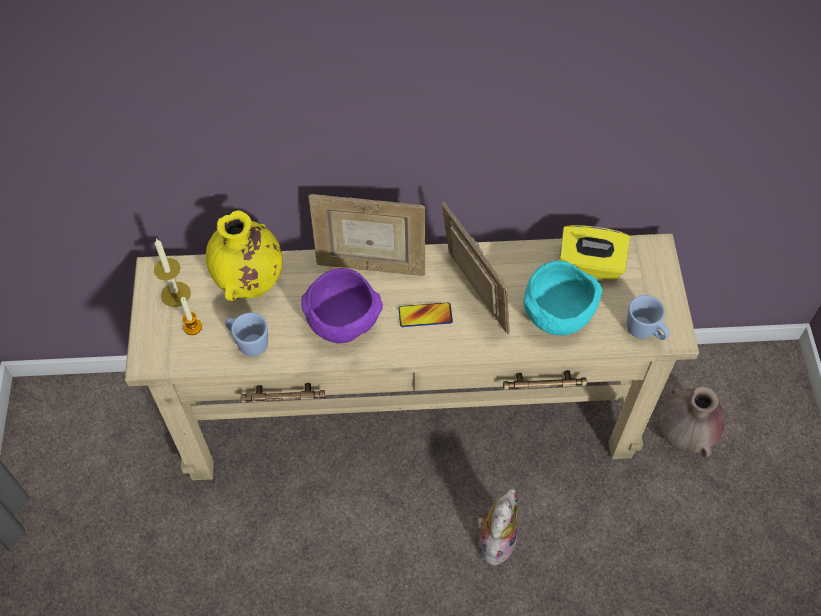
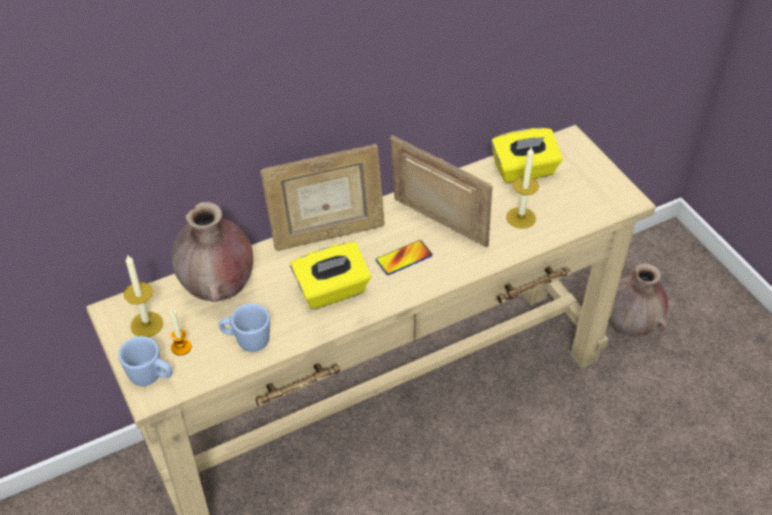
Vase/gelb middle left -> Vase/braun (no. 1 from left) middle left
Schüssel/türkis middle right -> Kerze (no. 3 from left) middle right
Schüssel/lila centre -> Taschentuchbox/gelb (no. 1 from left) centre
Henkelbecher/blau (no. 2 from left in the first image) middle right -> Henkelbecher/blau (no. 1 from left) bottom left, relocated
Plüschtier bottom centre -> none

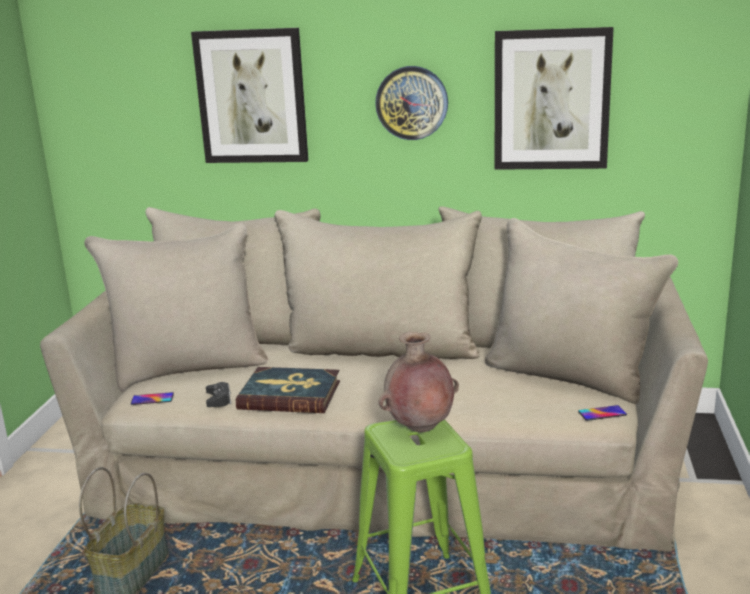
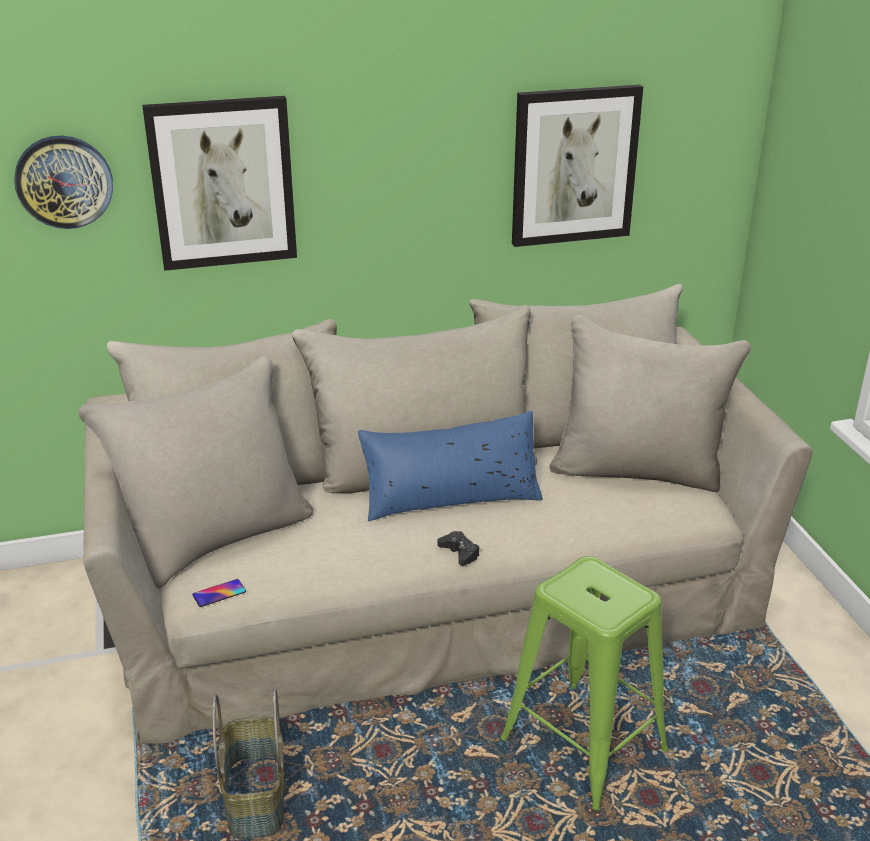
Wanduhr top centre -> Wanduhr top left, relocated
Vase/braun centre -> none
Buch centre -> none
Gamepad/schwarz middle left -> Gamepad/schwarz centre, relocated
Handy (no. 2 from left) bottom right -> none
none -> Kissen/blau centre

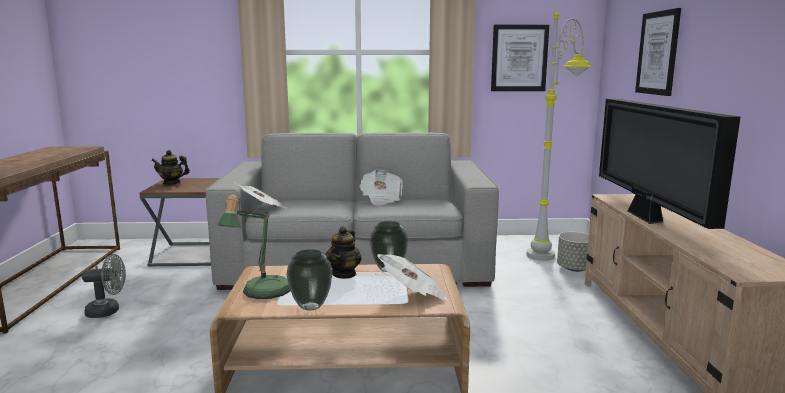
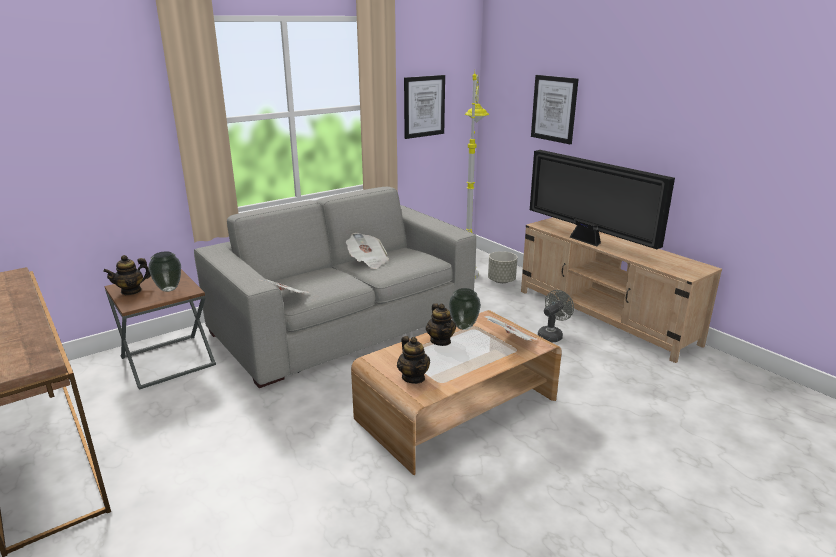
Tischlampe middle left -> Teekanne (no. 2 from left) centre
Vase (no. 1 from left) bottom centre -> Vase (no. 1 from left) middle left, relocated
Ventilator/grau bottom left -> Ventilator/grau centre, relocated

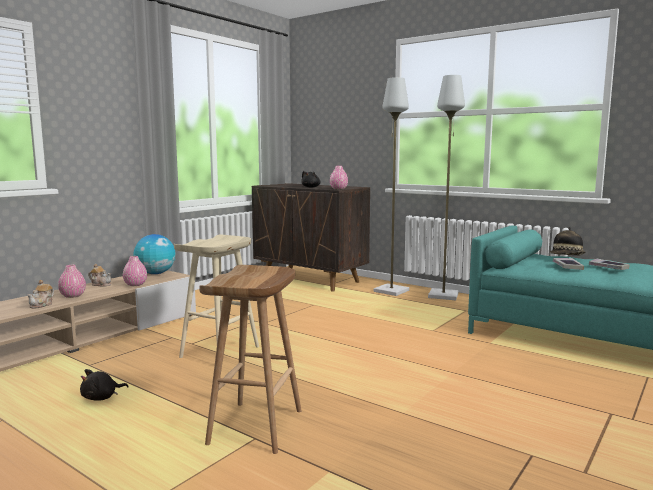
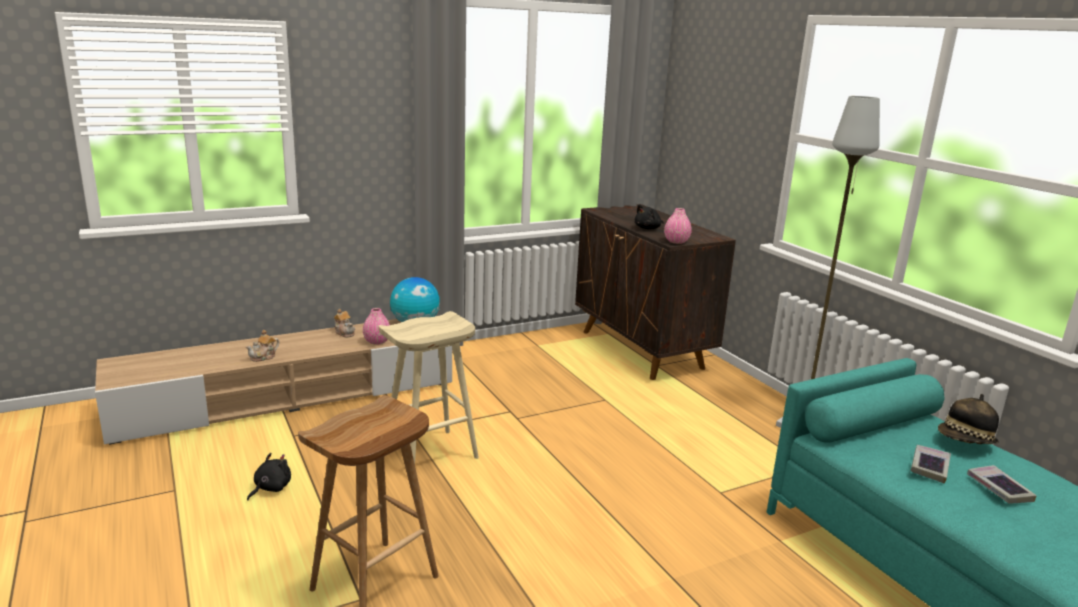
Stehlampe/grau (no. 1 from left) centre -> none
Vase/rosa (no. 1 from left) middle left -> none
Plüschtier/schwarz (no. 1 from left) bottom left, 135 degrees clockwise

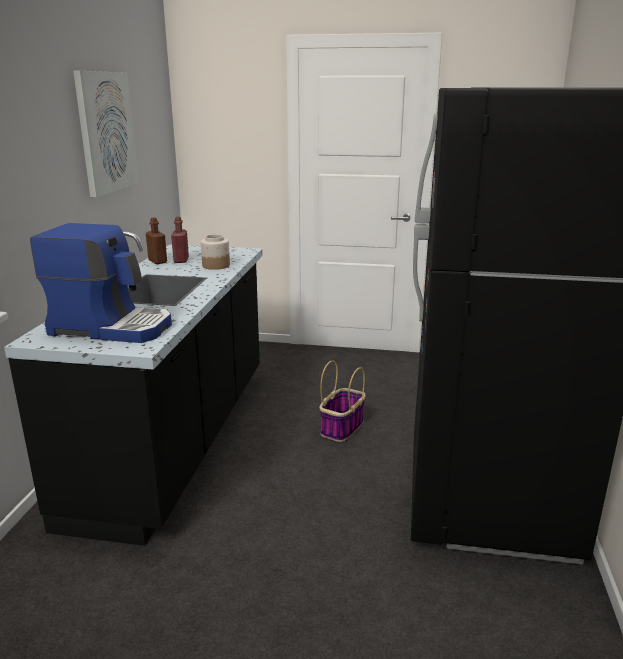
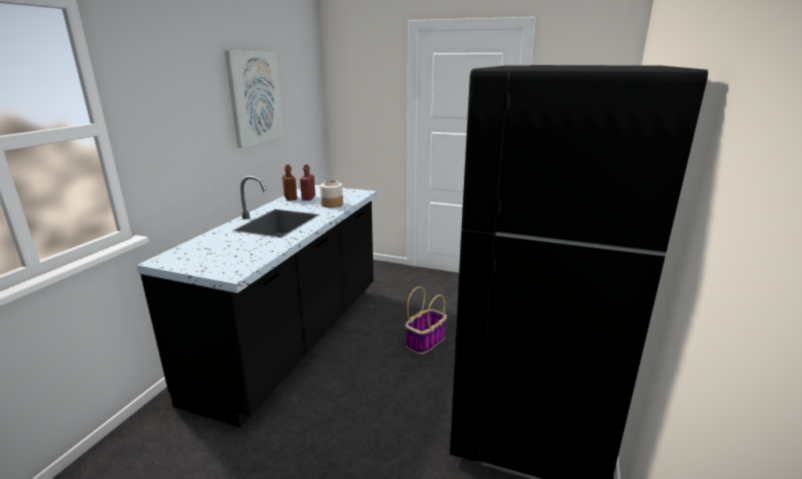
Kaffeemaschine middle left -> none

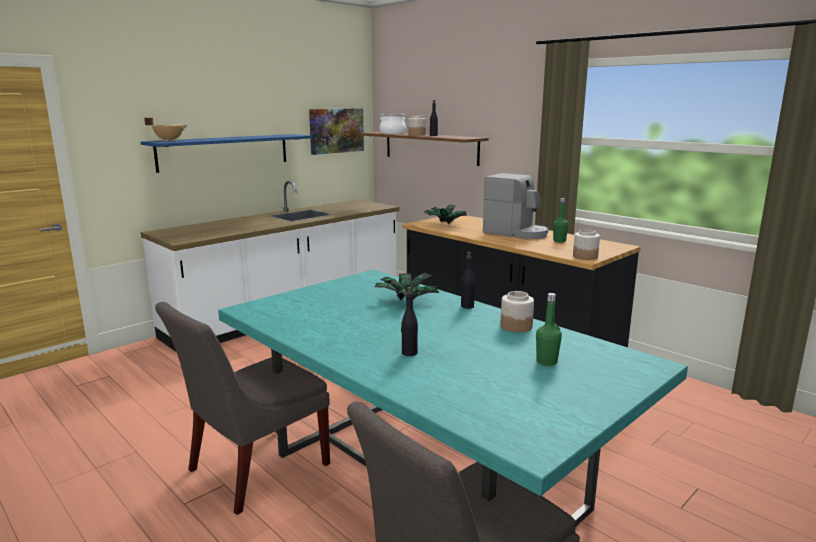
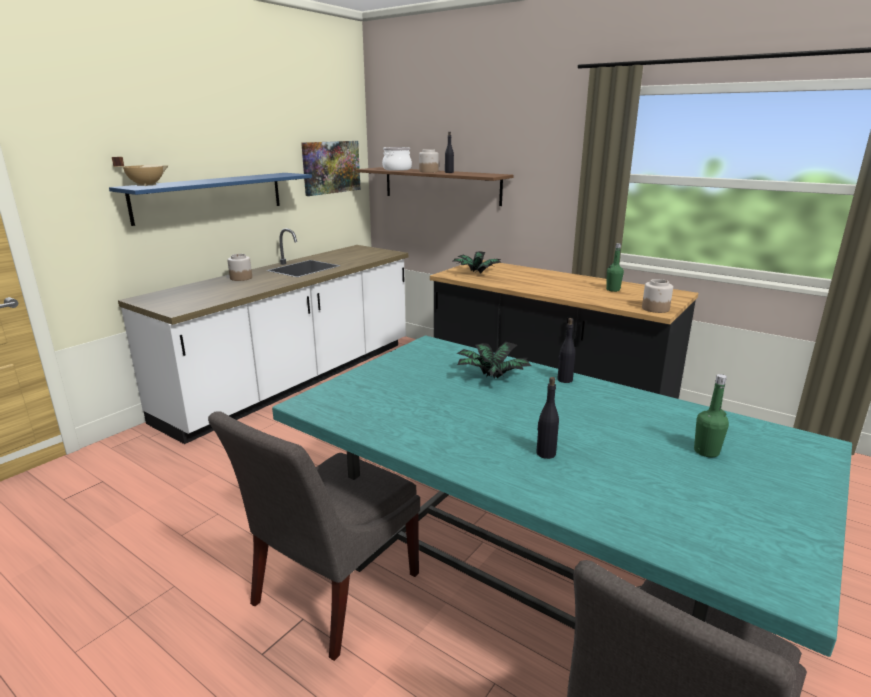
Kaffeemaschine centre -> none
Vorratsglas (no. 2 from left in the first image) centre -> Vorratsglas (no. 1 from left) middle left, relocated

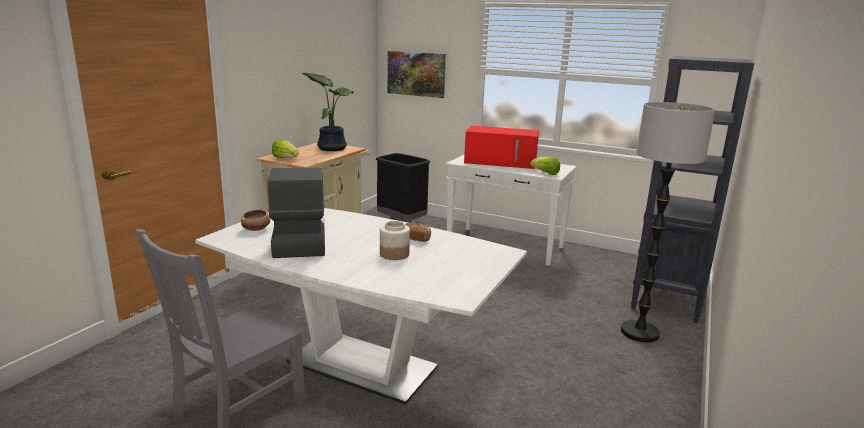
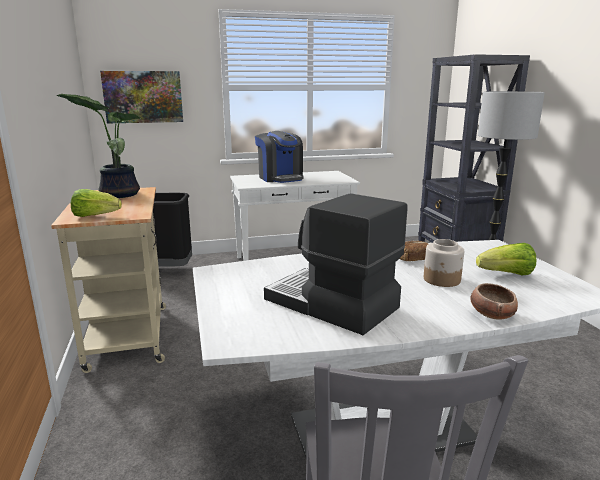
Mikrowelle/rot centre -> Kaffeemaschine (no. 1 from left) top centre
Salatkopf (no. 2 from left) centre -> Salatkopf (no. 2 from left) middle right, relocated
Schüssel middle left -> Schüssel middle right, relocated

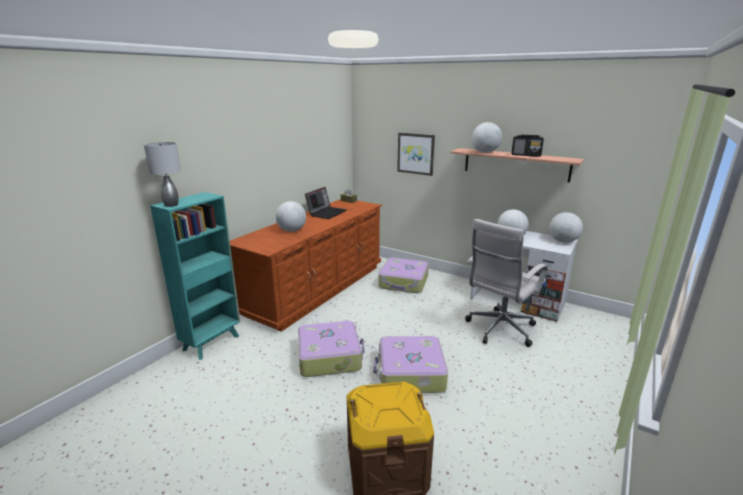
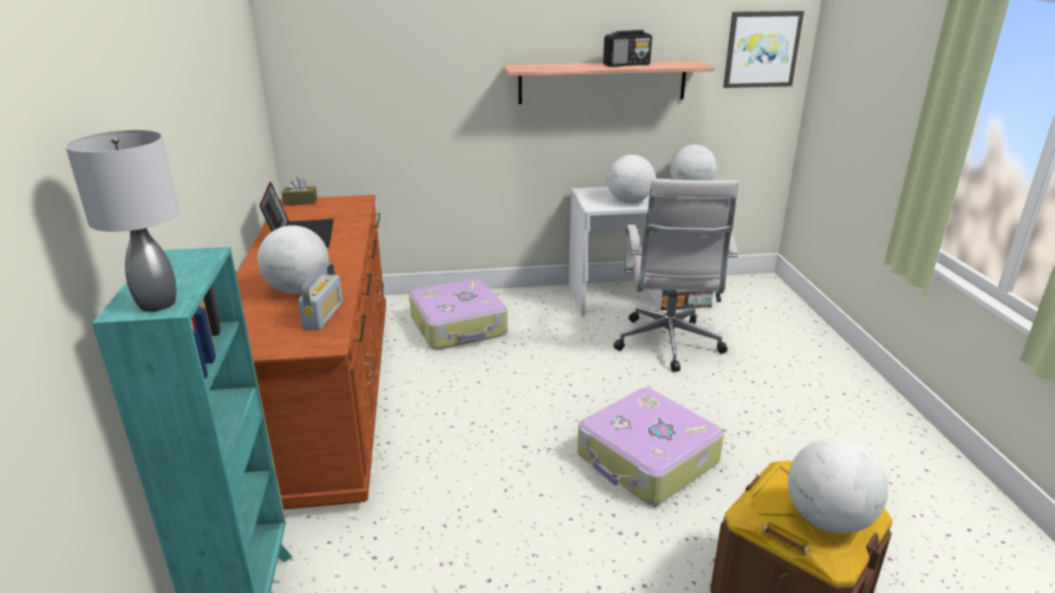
Globus (no. 2 from left in the first image) top centre -> Globus (no. 4 from left) bottom right, relocated
Bild top centre -> Bild top right, relocated
Koffer (no. 1 from left) bottom centre -> none
none -> Radio (no. 1 from left) middle left

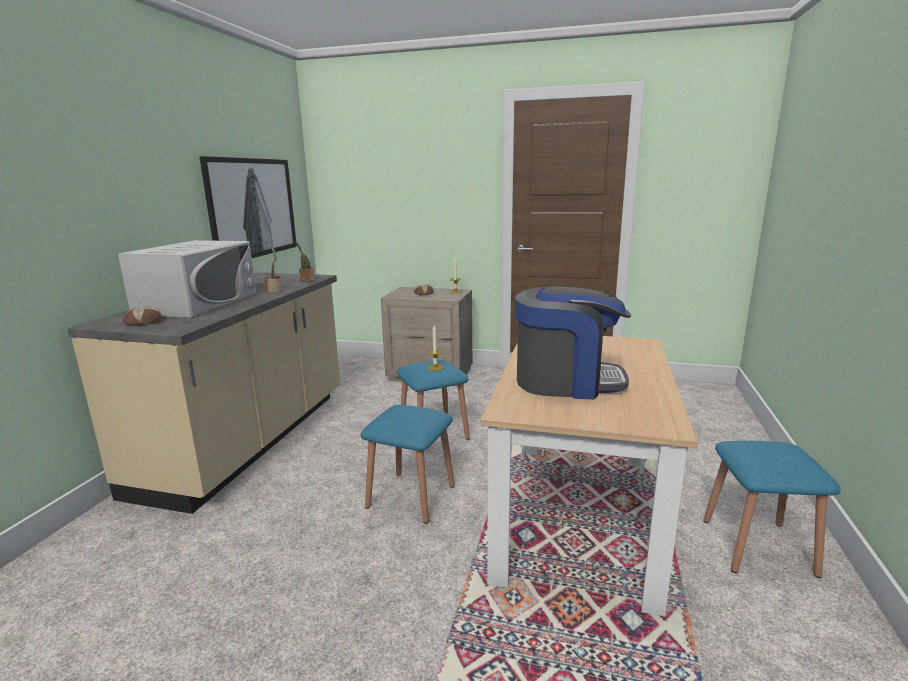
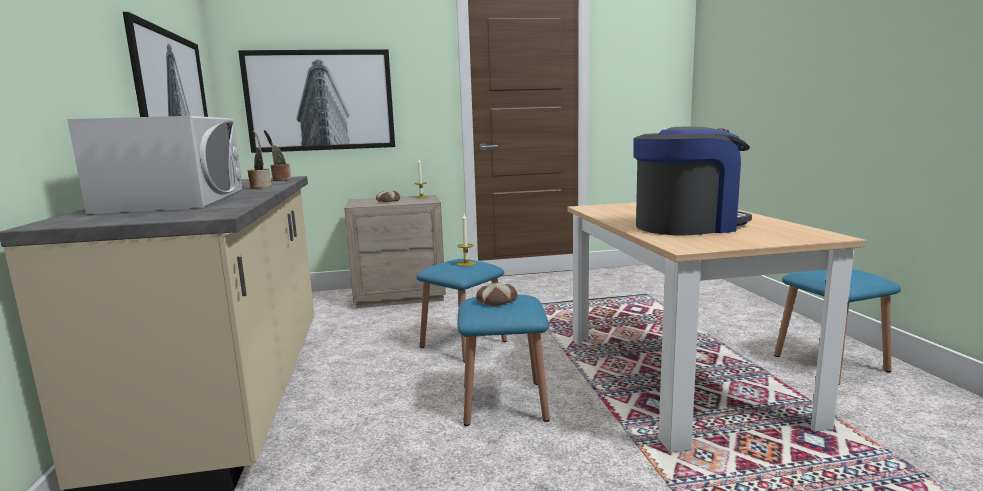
Brot (no. 1 from left in the first image) middle left -> Brot (no. 2 from left) centre, relocated
none -> Bild (no. 2 from left) top left

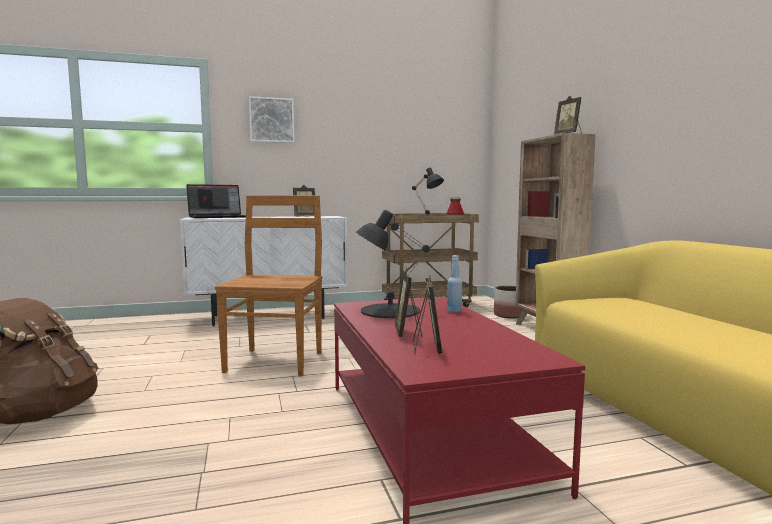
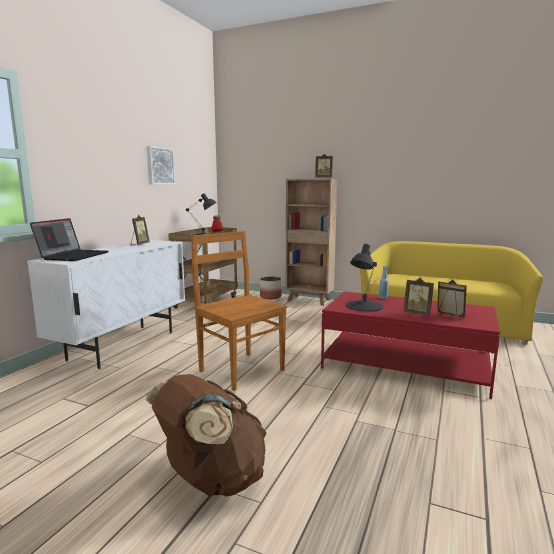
Bild top centre -> Bild top left, relocated

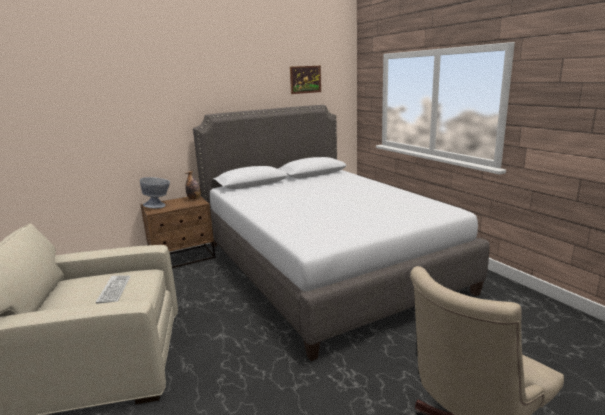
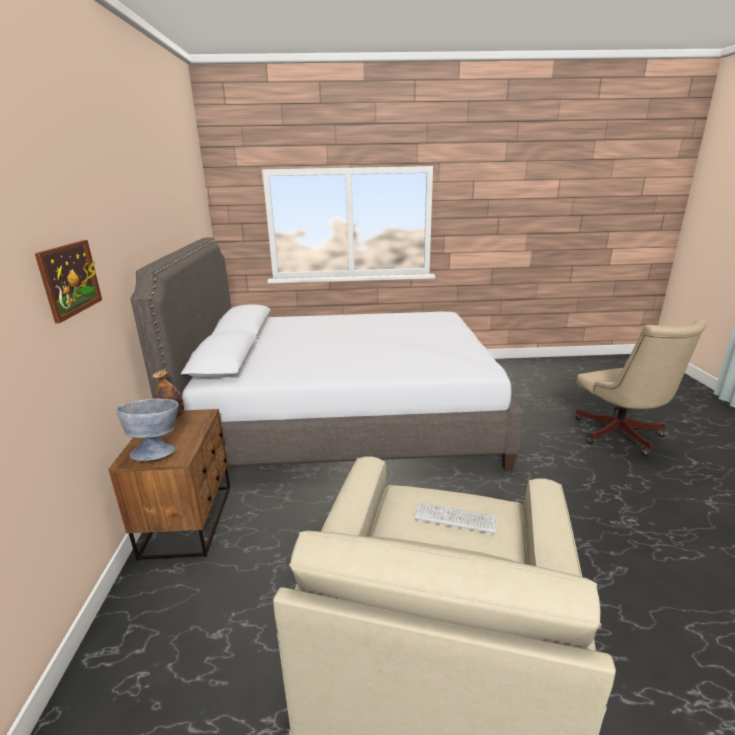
Bild top centre -> Bild middle left, relocated

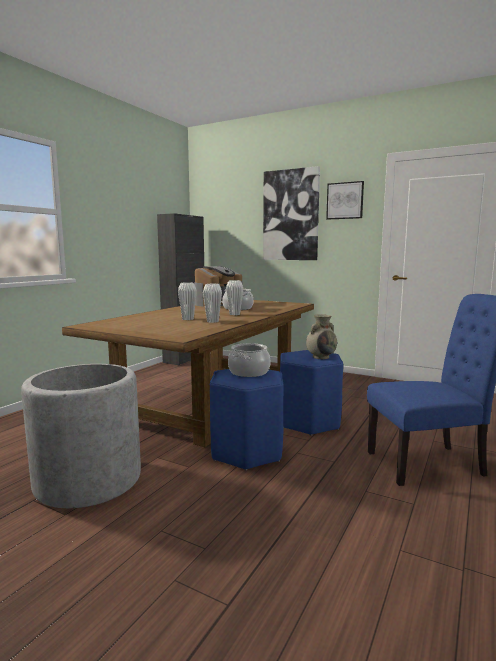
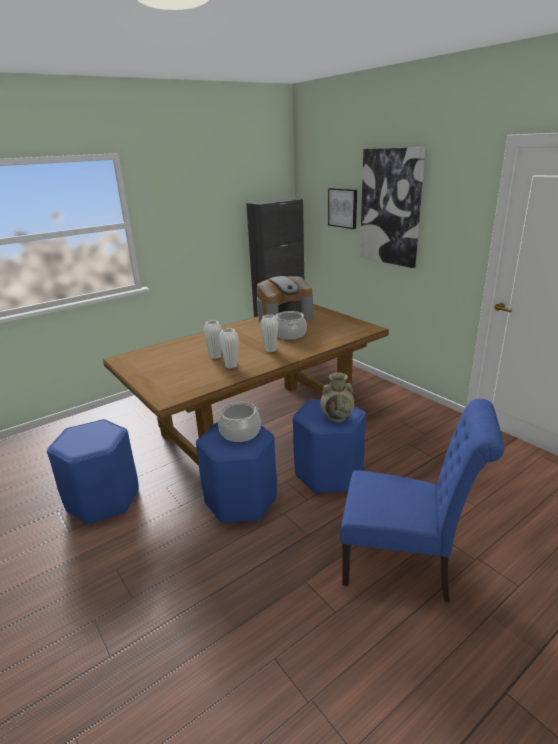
Bild (no. 2 from left in the first image) top right -> Bild (no. 1 from left) top centre, relocated
Pflanzkübel/grau middle left -> Hocker/blau (no. 1 from left) middle left

